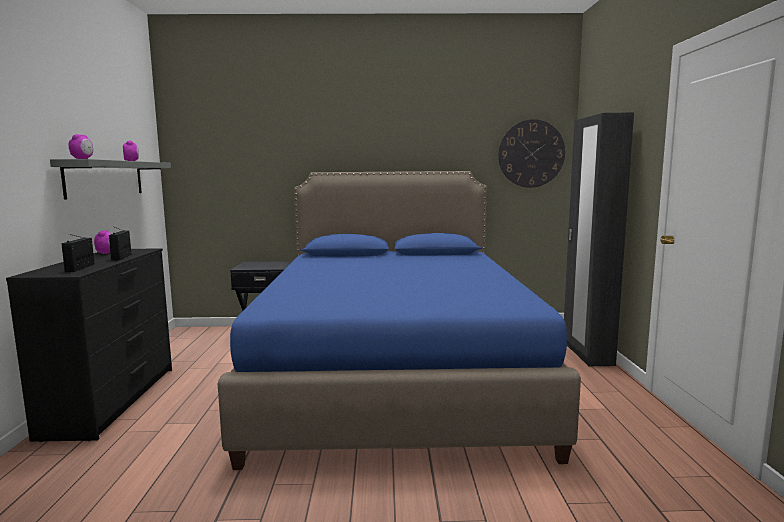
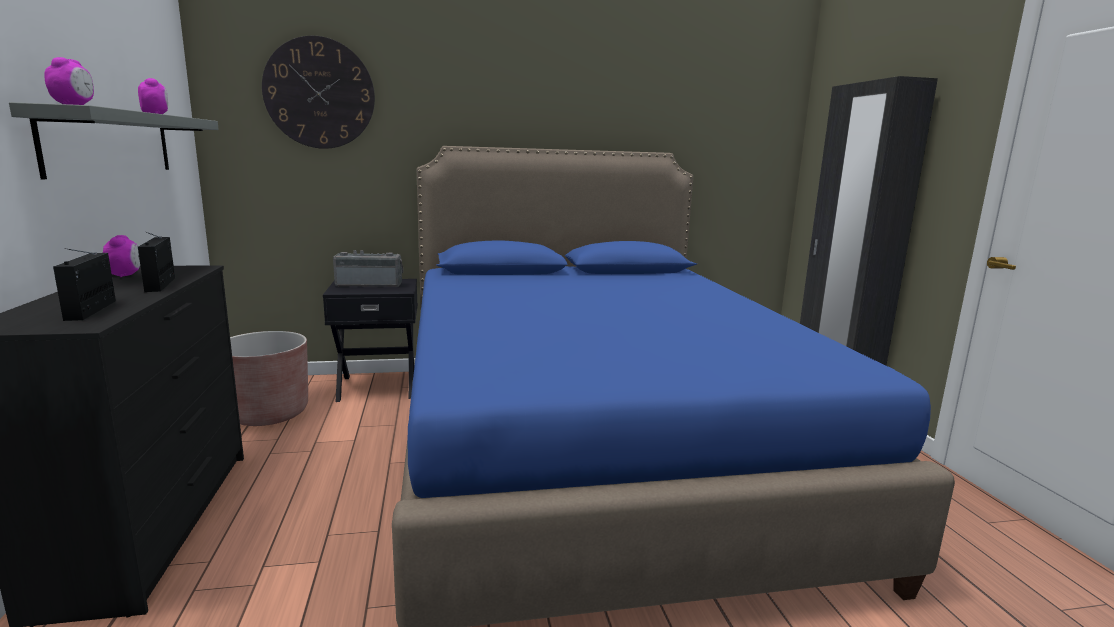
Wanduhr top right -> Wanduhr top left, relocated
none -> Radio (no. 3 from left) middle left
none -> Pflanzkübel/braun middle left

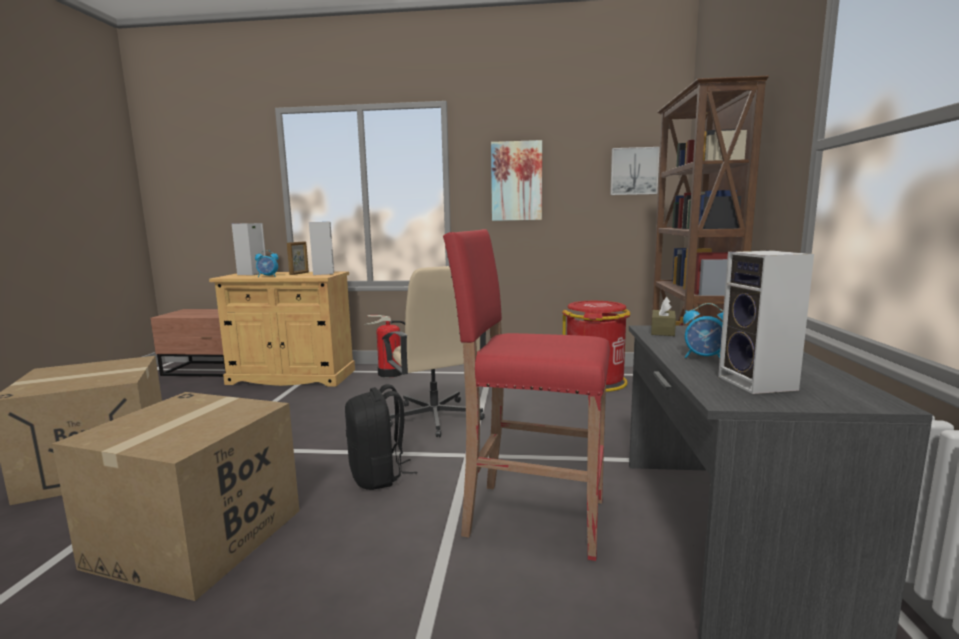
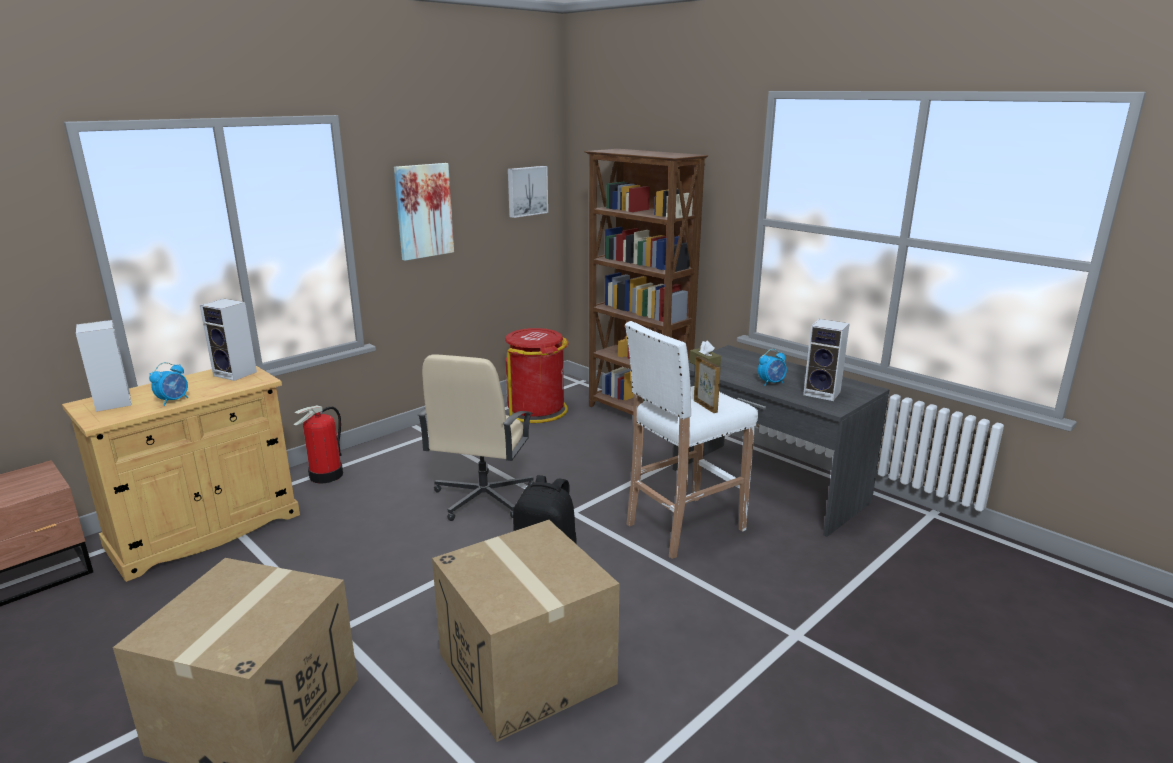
Hocker/rot centre -> Hocker/weiß centre
Bilderrahmen middle left -> Bilderrahmen centre, relocated
Bürostuhl/beige centre, 90 degrees clockwise

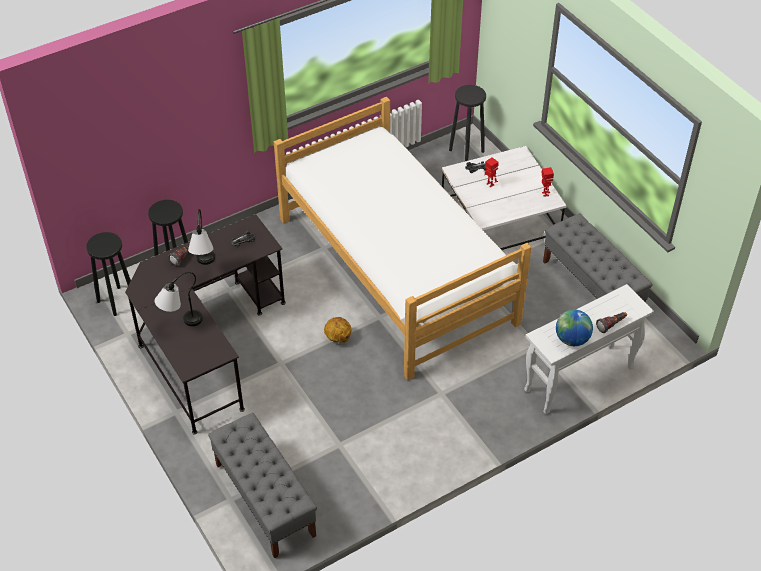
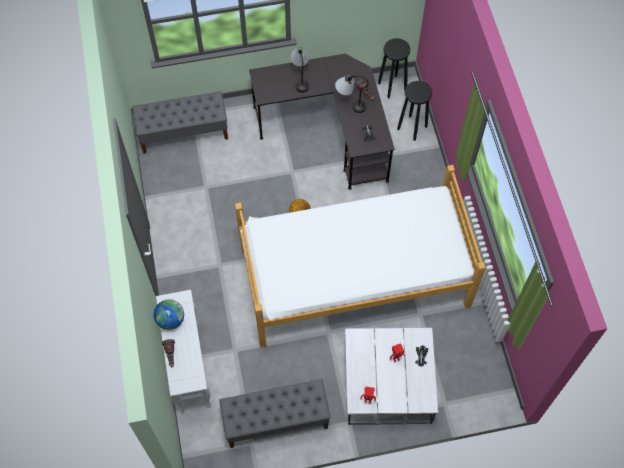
Hocker/schwarz (no. 3 from left) top centre -> none

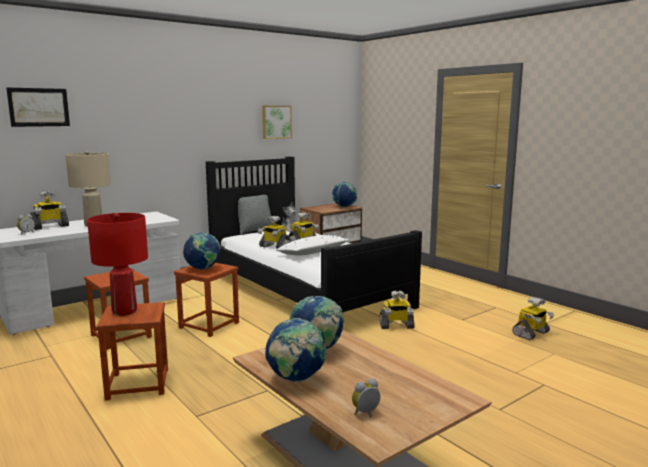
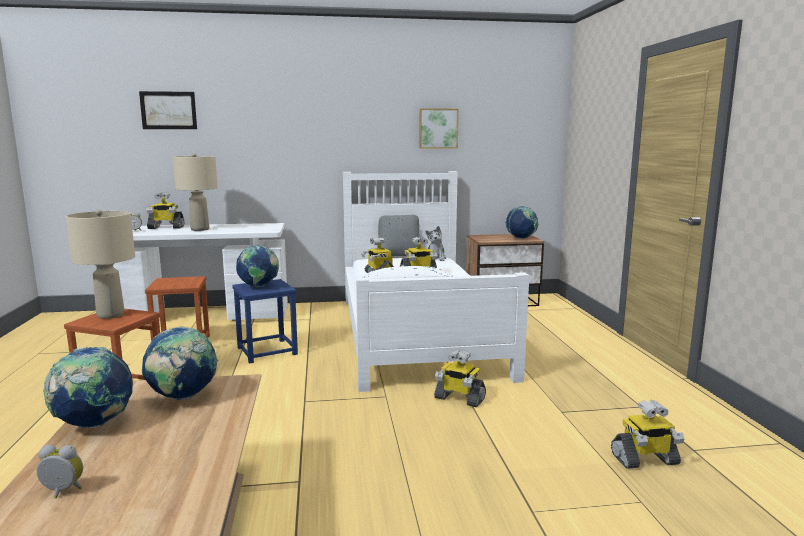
Bett/schwarz centre -> Bett/weiß centre
Tischlampe/rot middle left -> Tischlampe/beige (no. 1 from left) middle left
Hocker/braun (no. 3 from left) middle left -> Hocker/blau middle left

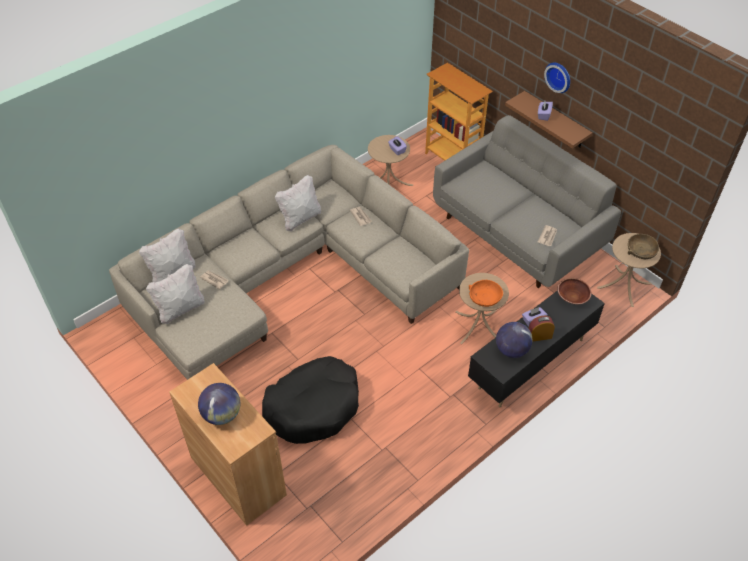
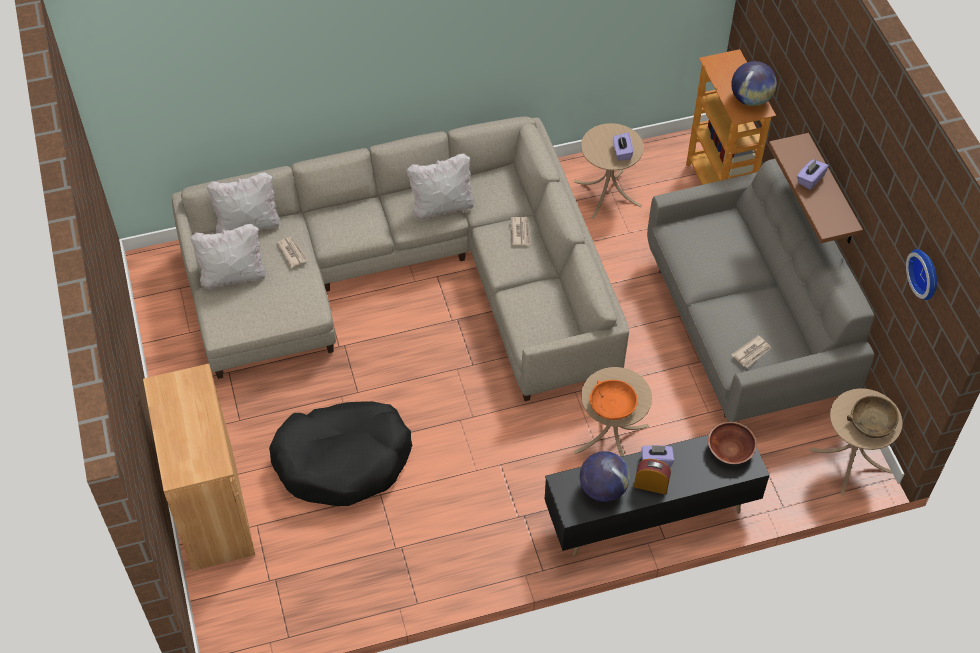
Wanduhr top right -> Wanduhr middle right, relocated
Globus (no. 1 from left in the first image) bottom left -> Globus (no. 2 from left) top right, relocated

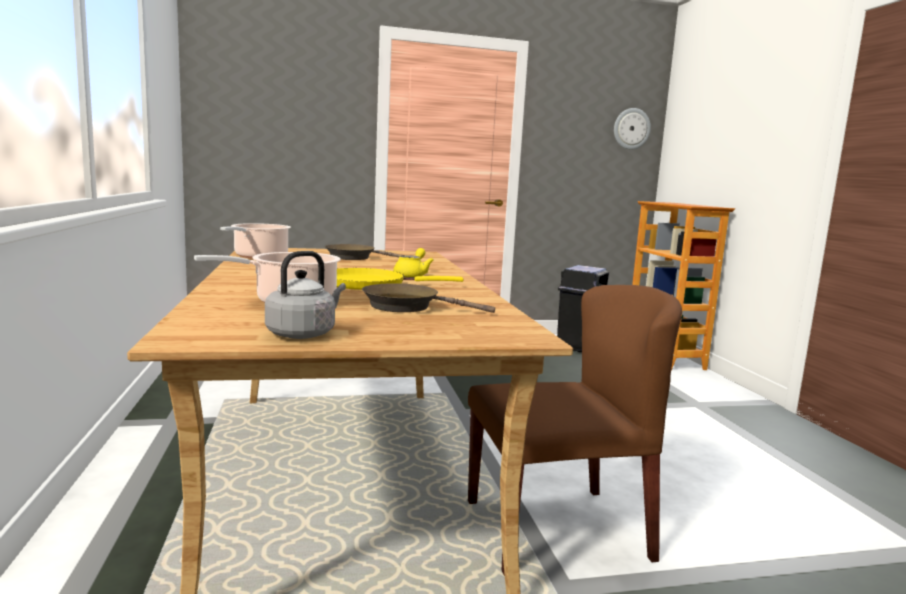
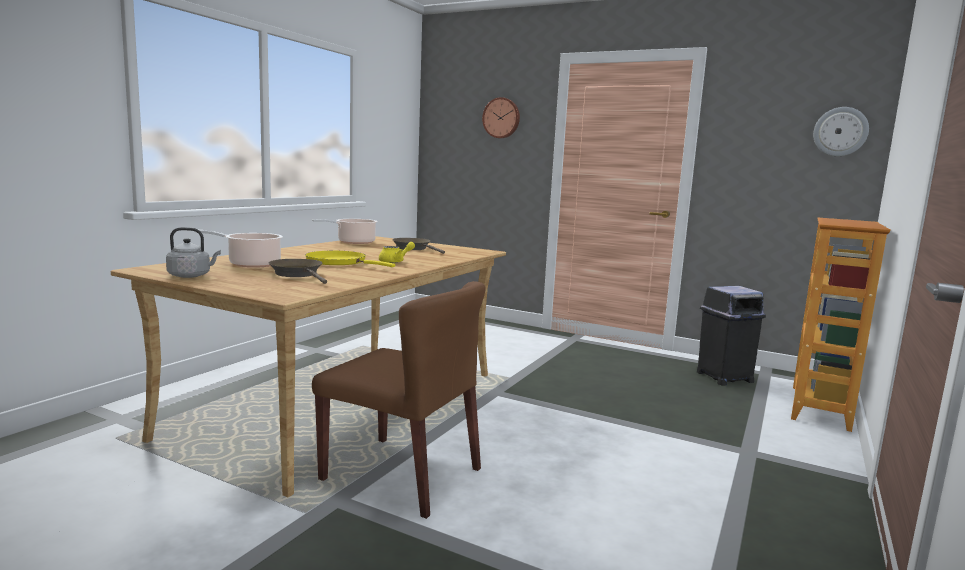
none -> Wanduhr (no. 1 from left) top centre

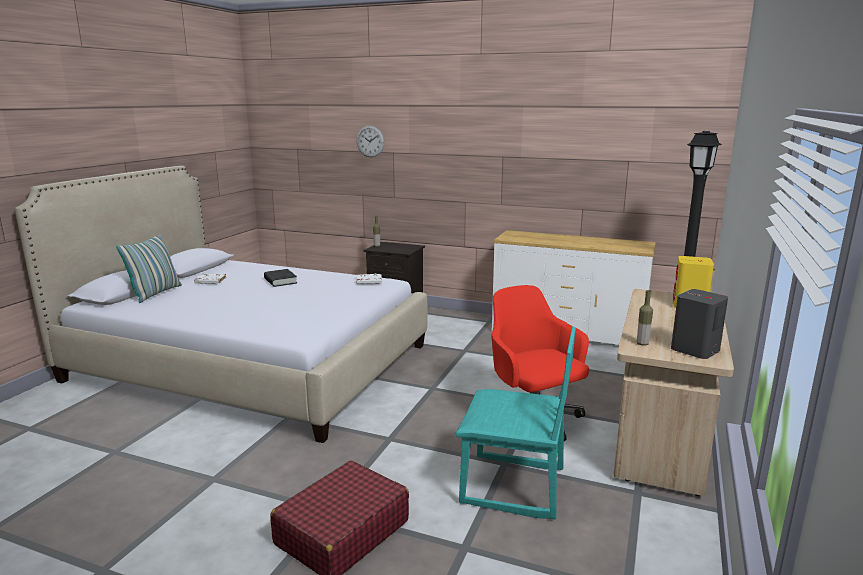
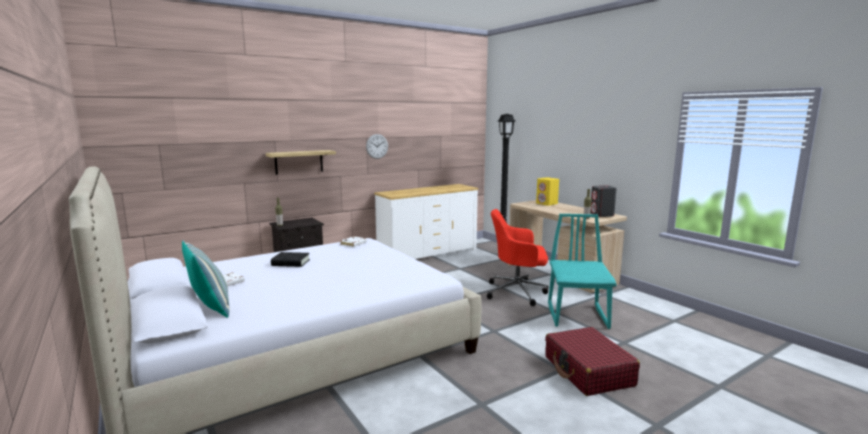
Wanduhr top centre -> Wanduhr centre, relocated
Stuhl/türkis bottom centre -> Stuhl/türkis middle right, 45 degrees counterclockwise
none -> Wandregal centre

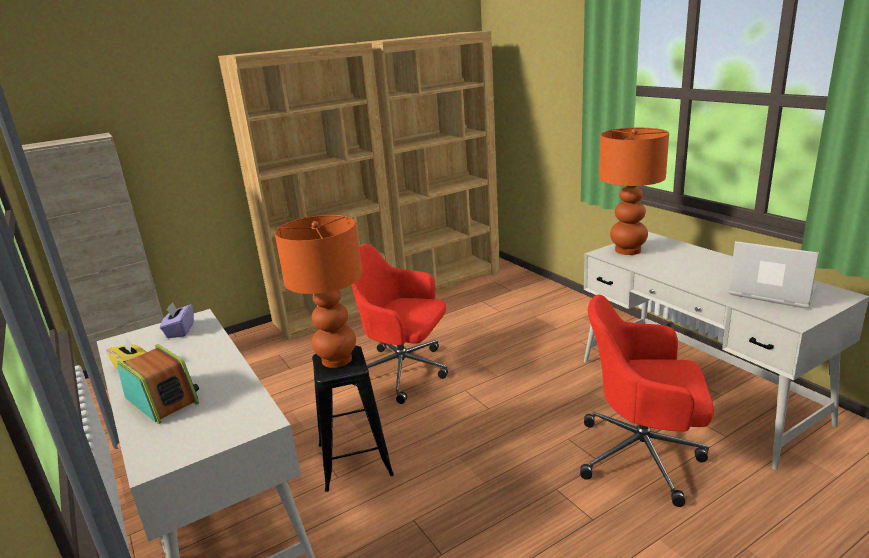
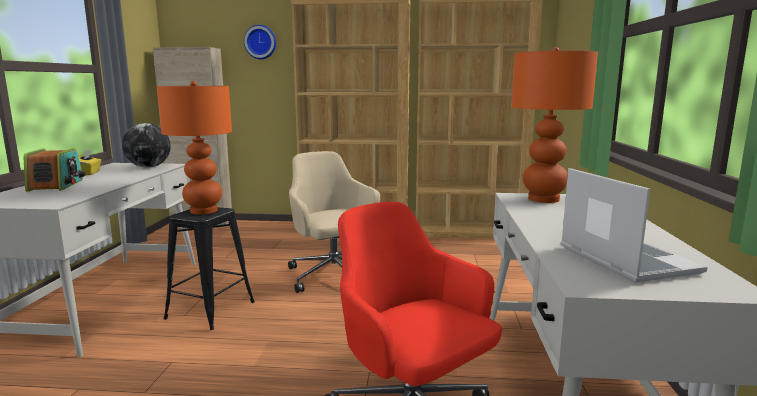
Bürostuhl/rot (no. 1 from left) centre -> Bürostuhl/beige centre
Taschentuchbox/lila middle left -> Globus middle left
none -> Wanduhr top centre

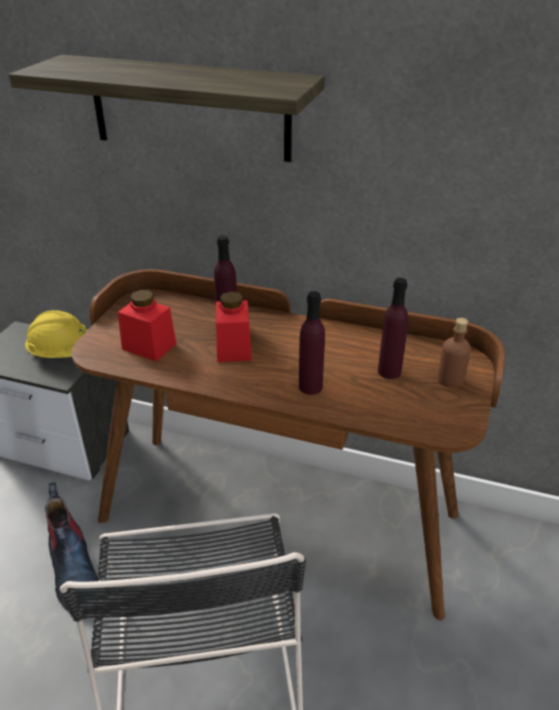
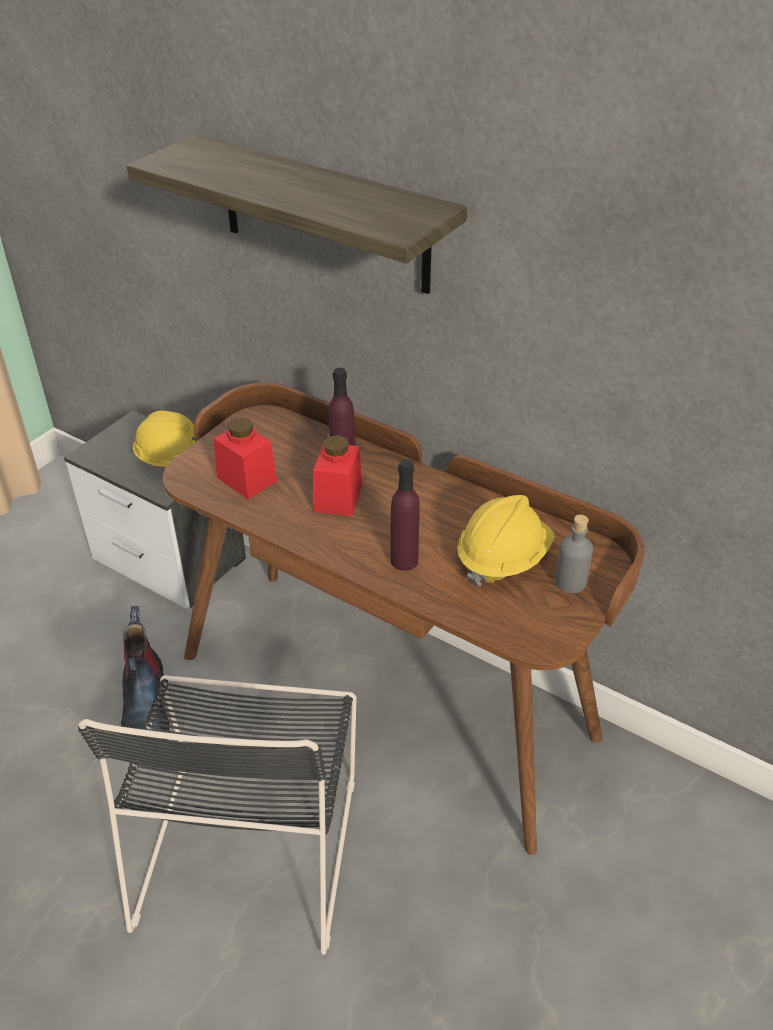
Flasche/lila (no. 3 from left) middle right -> Schutzhelm/gelb (no. 2 from left) centre
Flasche/braun middle right -> Flasche/grau middle right

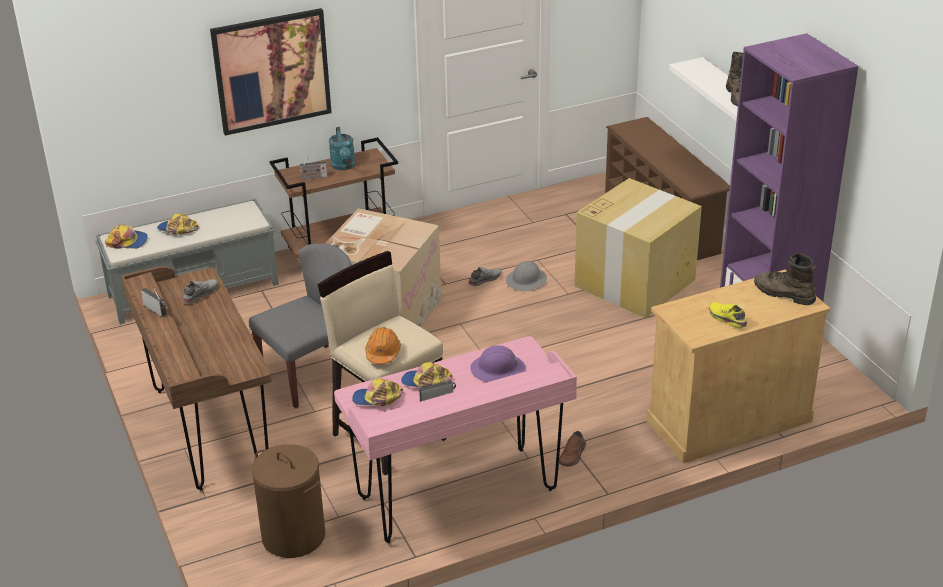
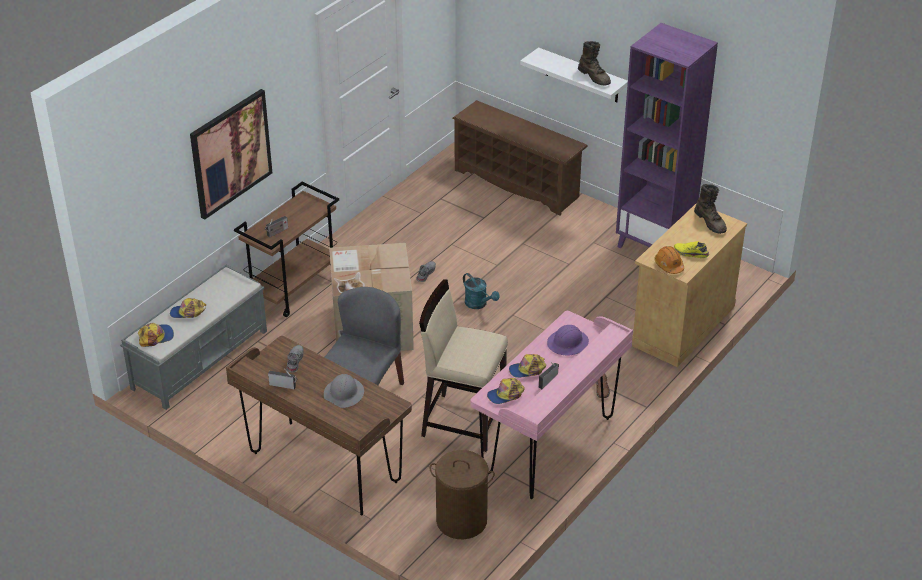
Gießkanne/türkis top centre -> Gießkanne/türkis centre, relocated
Karton (no. 2 from left) middle right -> none
Stiefel/braun (no. 2 from left) middle right, 120 degrees counterclockwise
Schutzhelm/grau centre -> Schutzhelm/grau bottom centre, relocated
Schutzhelm/orange centre -> Schutzhelm/orange middle right, relocated

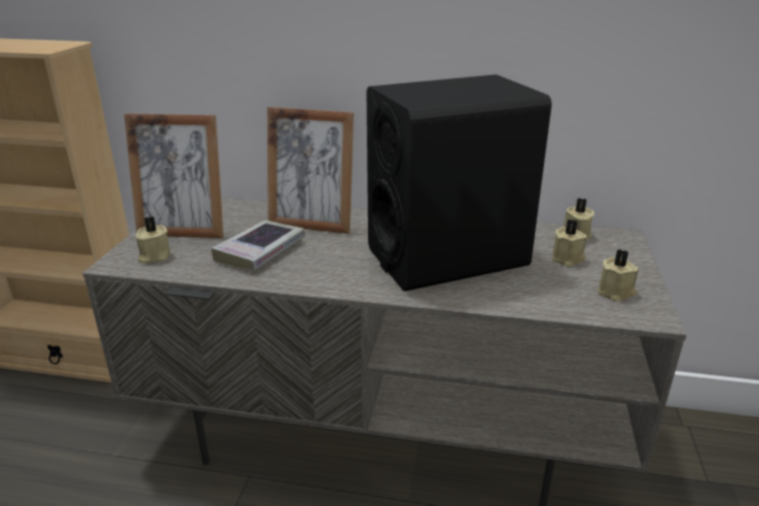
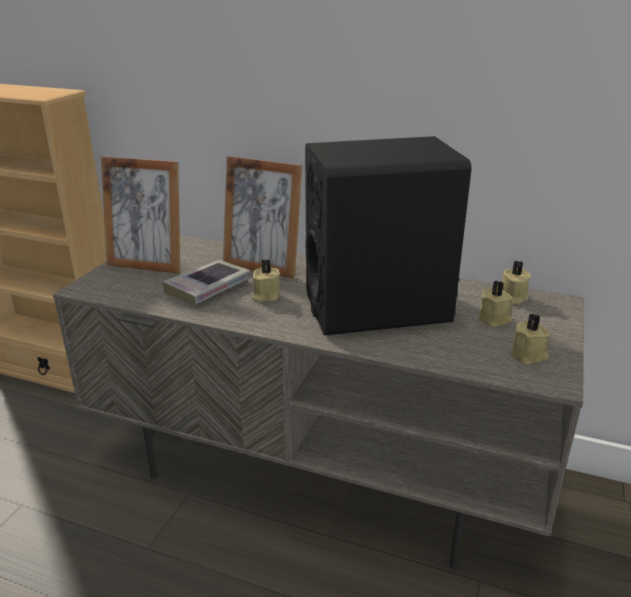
Kerze/beige (no. 1 from left) middle left -> Kerze/beige (no. 1 from left) centre, relocated

